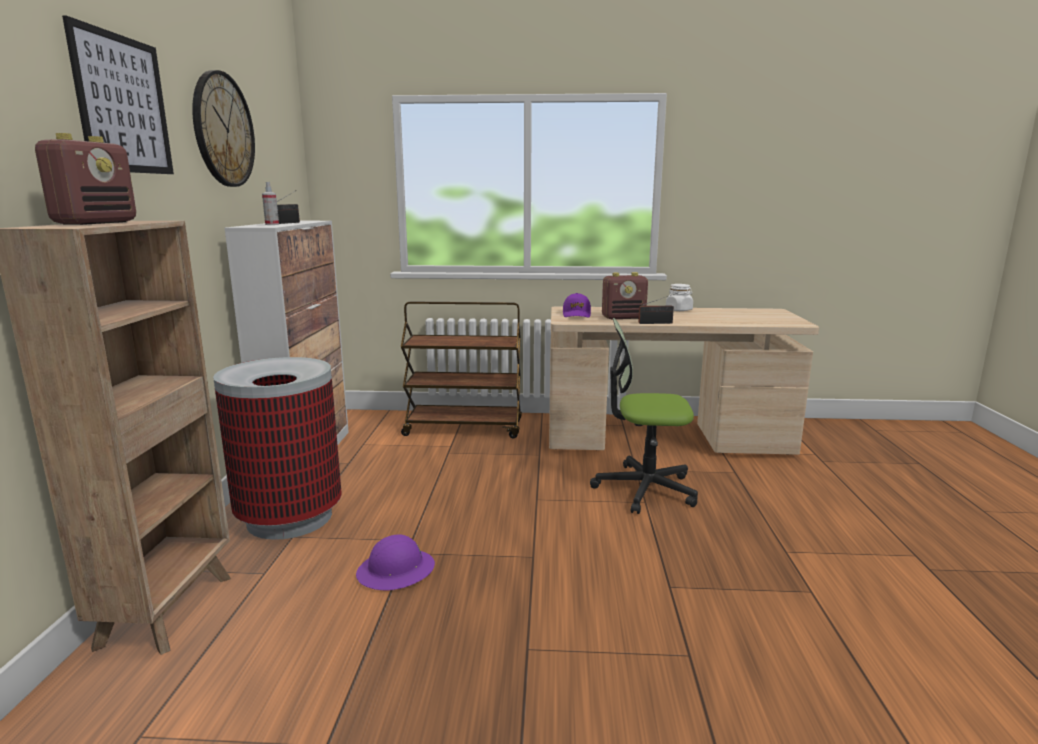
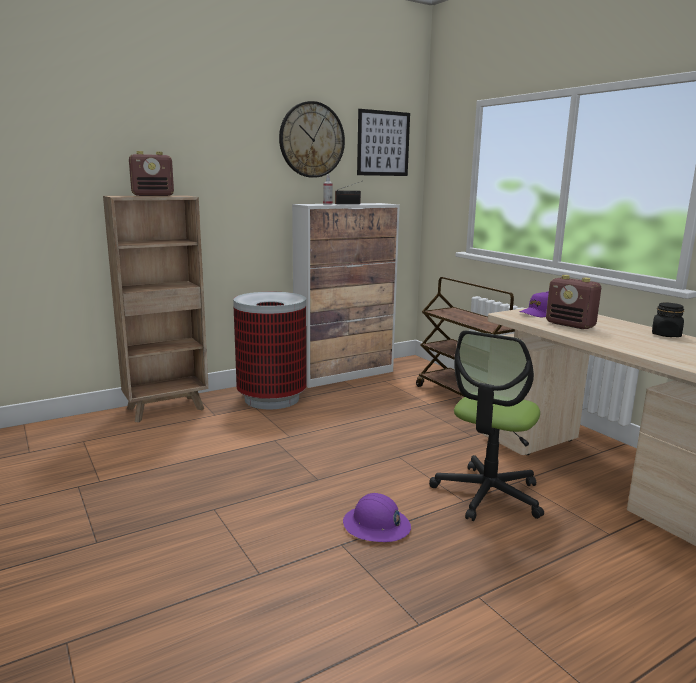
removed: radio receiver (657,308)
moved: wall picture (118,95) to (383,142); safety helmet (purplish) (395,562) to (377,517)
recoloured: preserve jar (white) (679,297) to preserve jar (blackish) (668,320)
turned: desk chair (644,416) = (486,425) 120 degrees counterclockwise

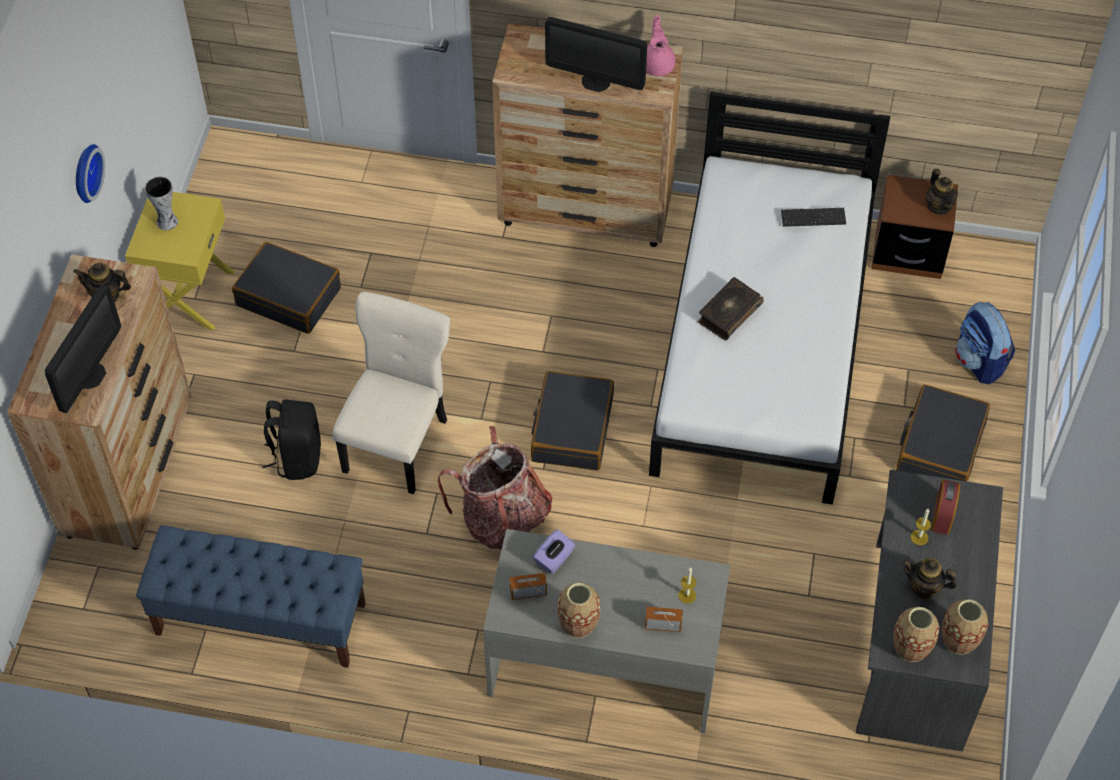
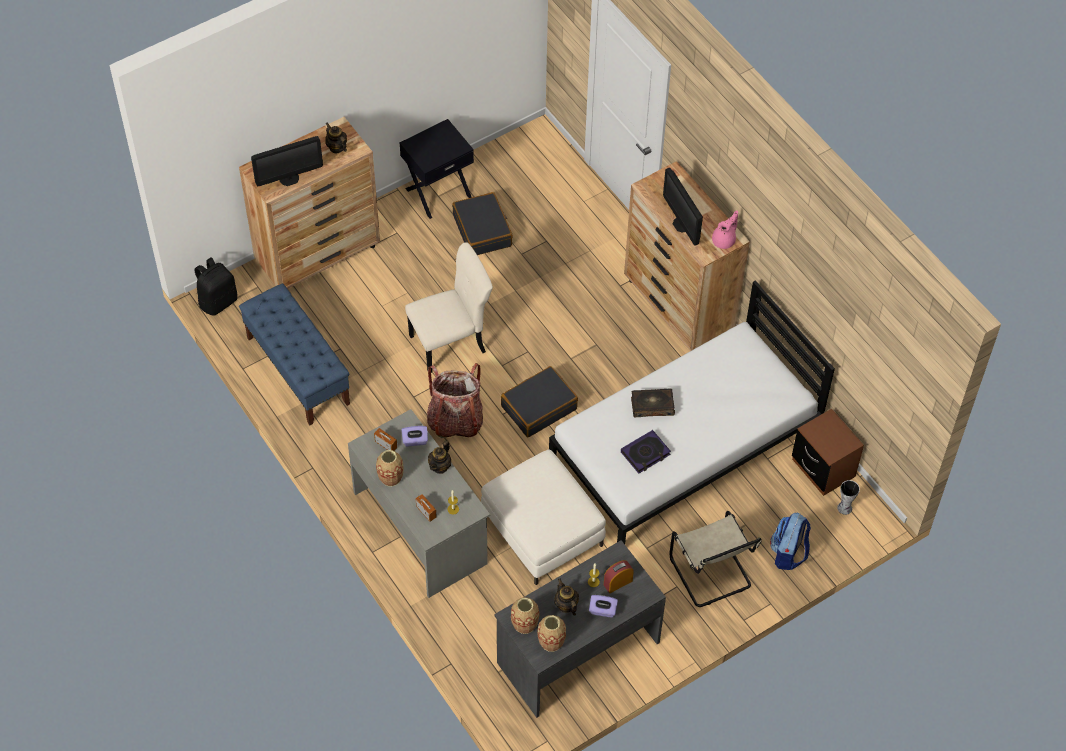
removed: wall clock (90,173); keyboard (813,217)
added: ottoman (white) (543,517); tissue box (purplish) (603,606); book (646,452)
moved: flower vase (161,203) to (848,497); backpack (blackish) (291,439) to (216,286); tea pot (941,192) to (440,457)
replaced: suitcase (blackish) (943,432) to upright chair (beige) (715,559)
recoloured: bedside table (yellowish) (180,261) to bedside table (blackish) (437,169)

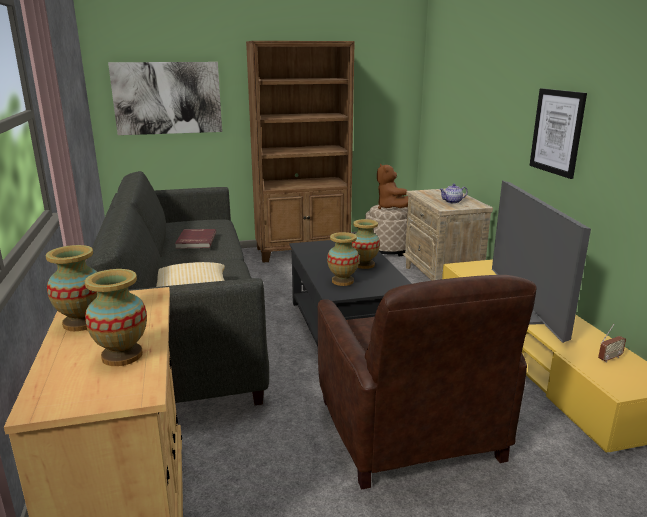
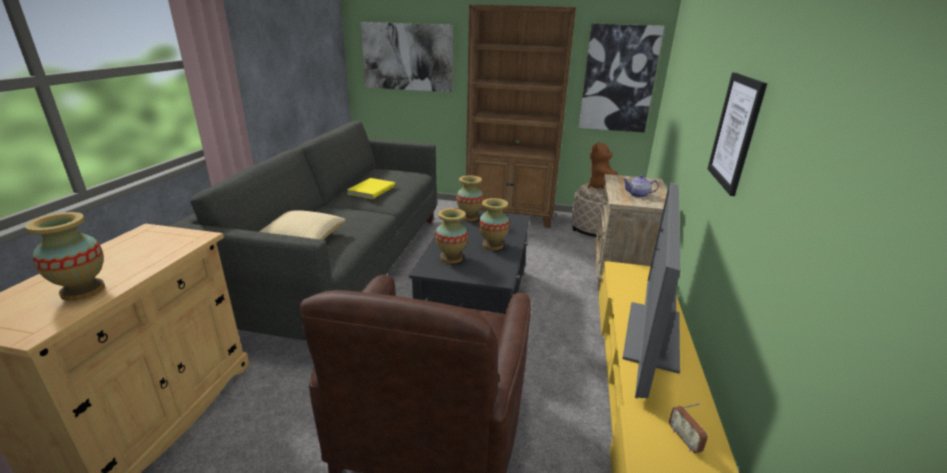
added: wall picture (621,78)
moved: flower vase (71,288) to (470,198)
recoloured: book (reddish) (195,239) to book (yellowish) (371,188)
turned: radio receiver (612,343) = (688,428) 75 degrees clockwise

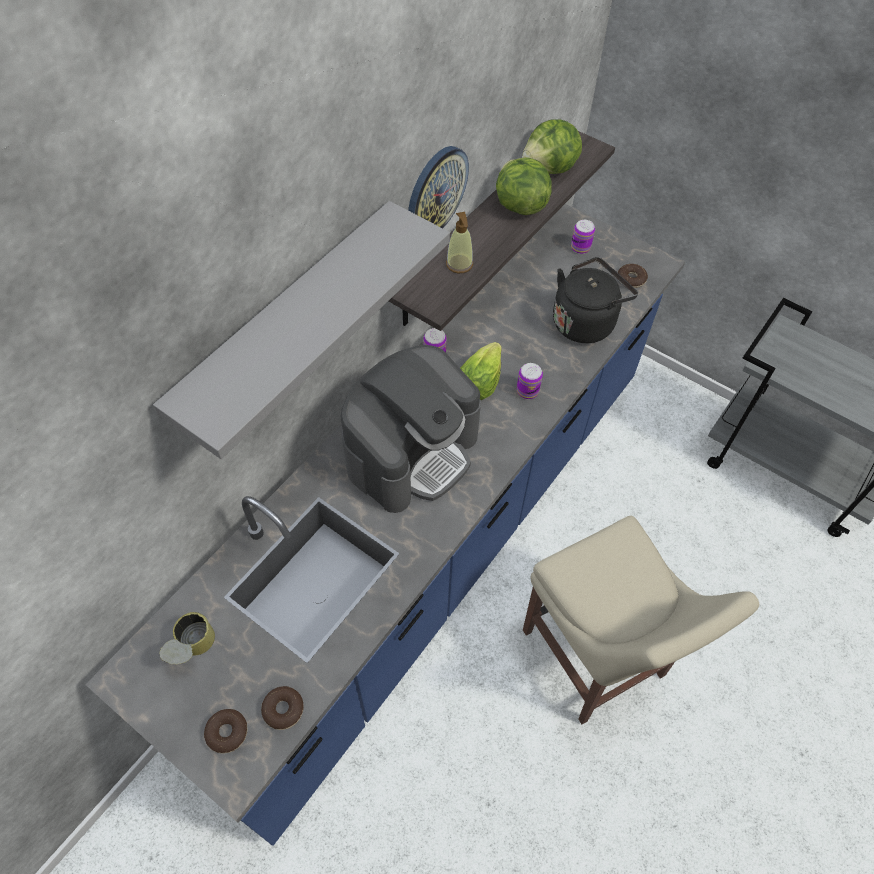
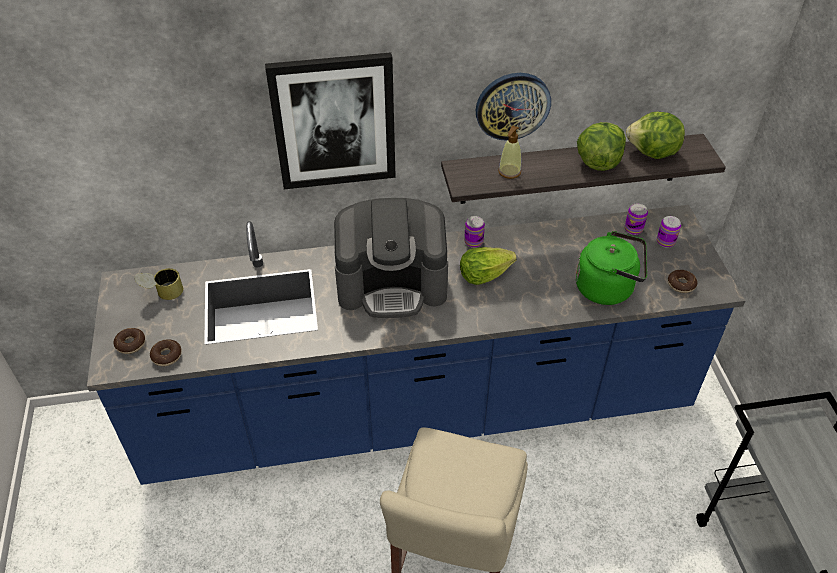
moved: can (530,381) to (636,219)
replaced: wall shelf (greyish) (301,330) to wall picture (330,121)
recoloured: kettle (blackish) (595,300) to kettle (green-coloured) (611,268)

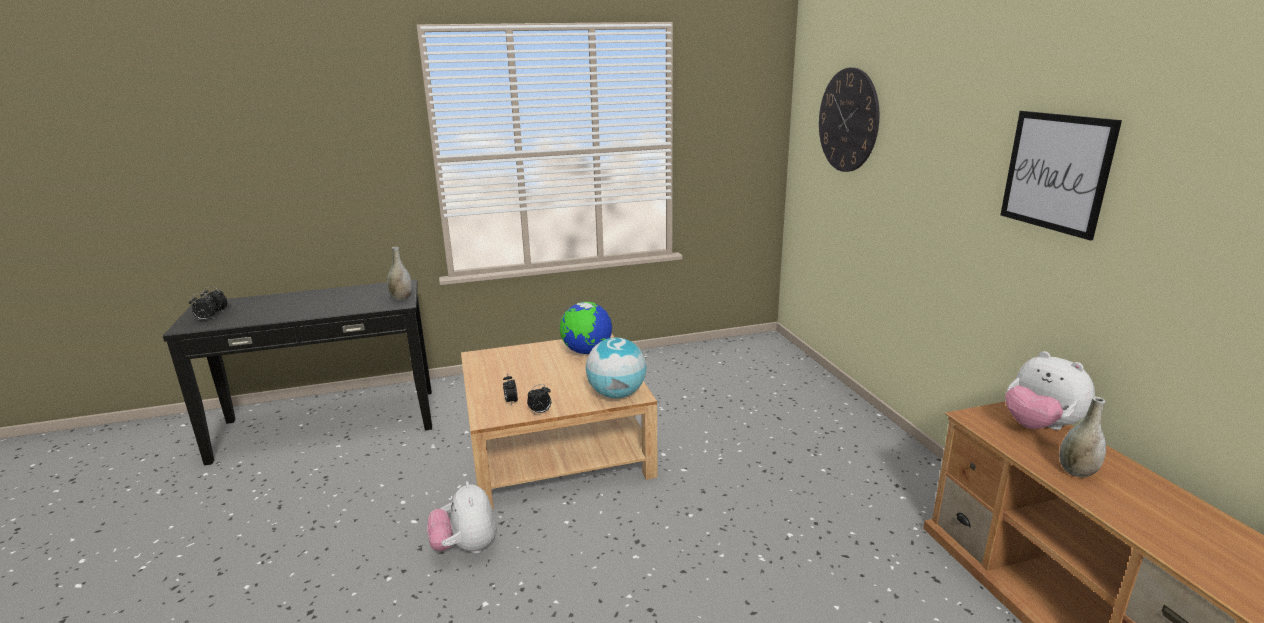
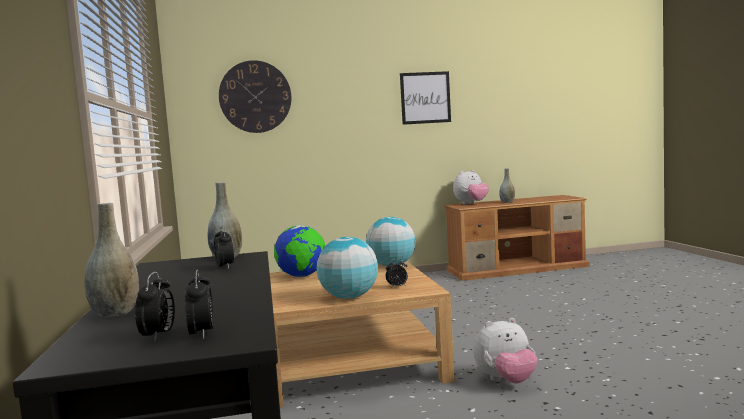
added: flower vase (greyish) (112,260); world globe (347,268)
moved: table clock (539,399) to (224,247)

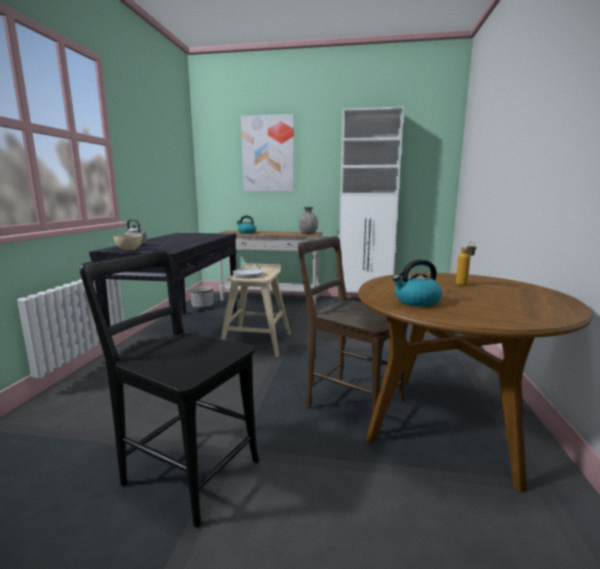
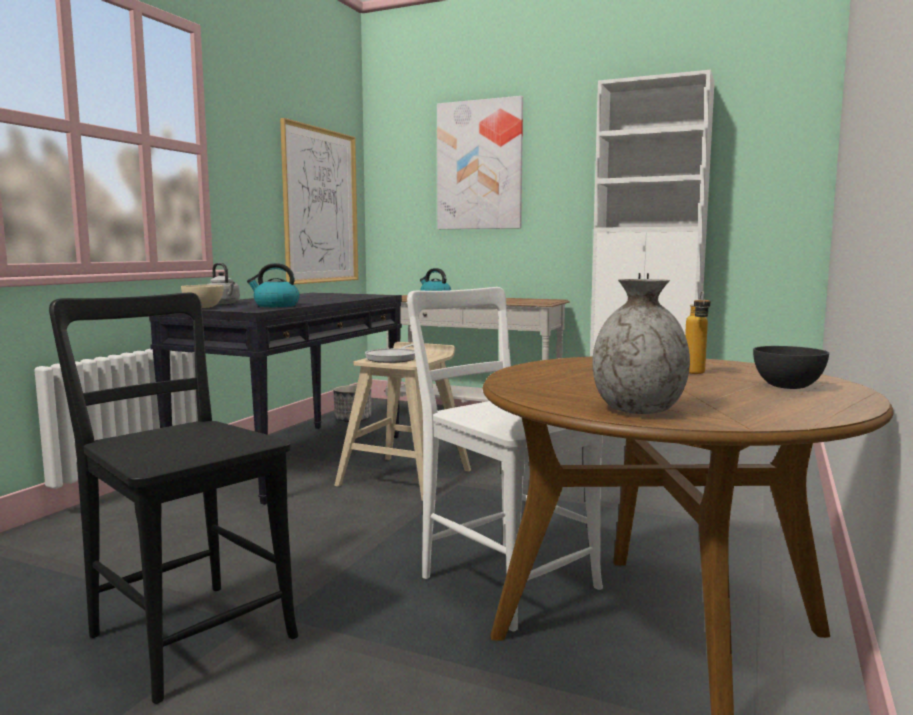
added: wall picture (319,201); serving bowl (greyish) (791,367)
moved: flower vase (greyish) (308,220) to (641,346); kettle (417,283) to (273,285)
recoloured: upright chair (brown) (352,325) to upright chair (white) (505,459)

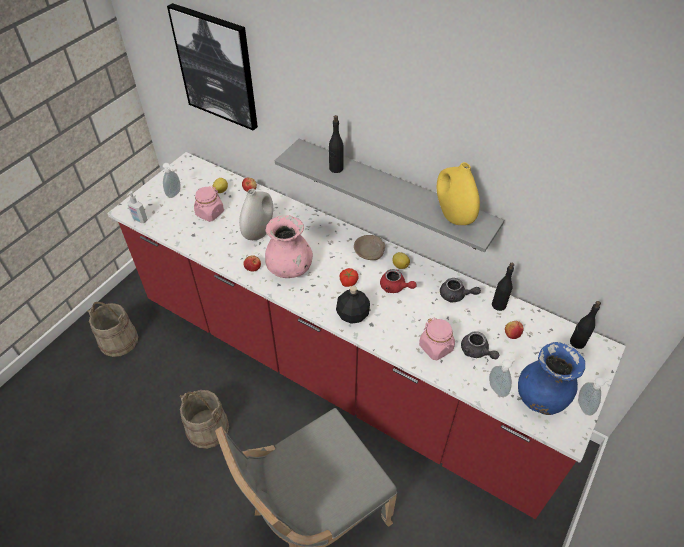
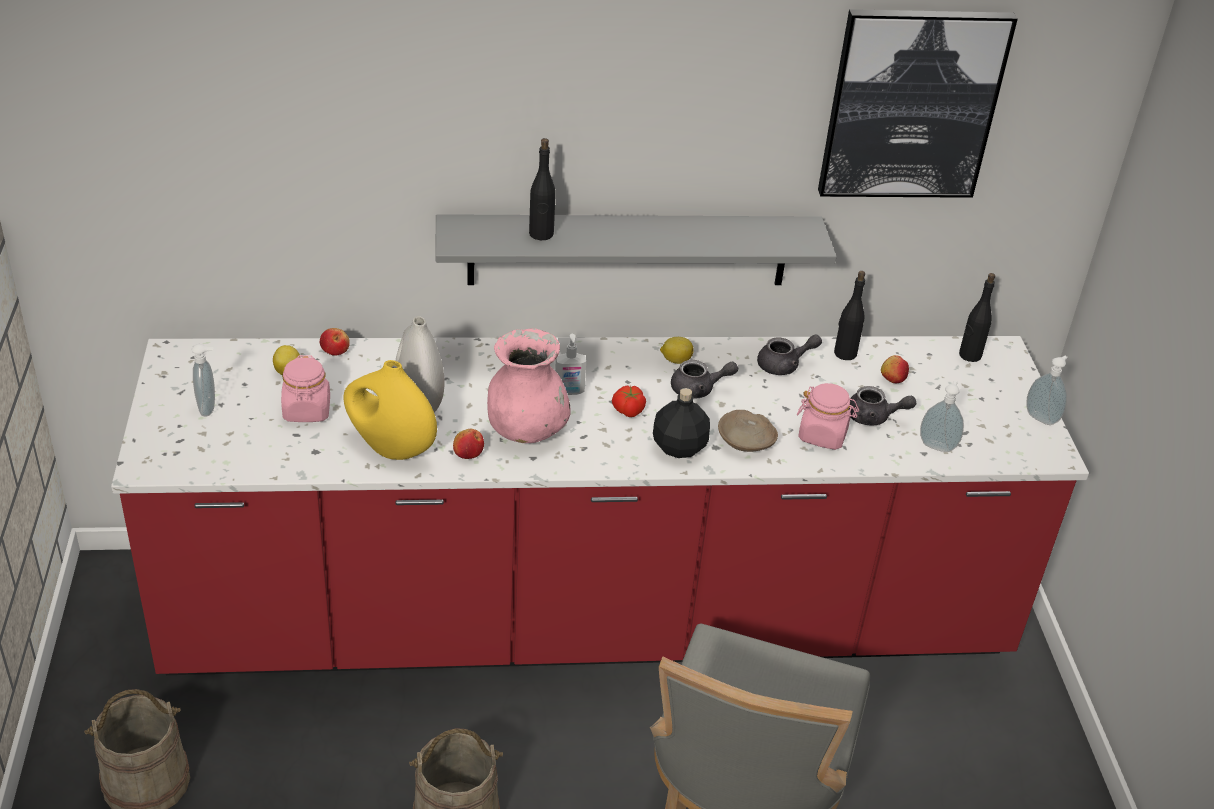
removed: flower vase (bluish) (551,378)
moved: liquid soap bottle (137,207) to (570,364); wall picture (212,67) to (918,103); serving bowl (beige) (369,247) to (748,431); flower vase (yellowish) (458,193) to (390,410)
recoloured: tea pot (reddish) (398,281) to tea pot (greyish) (704,379)

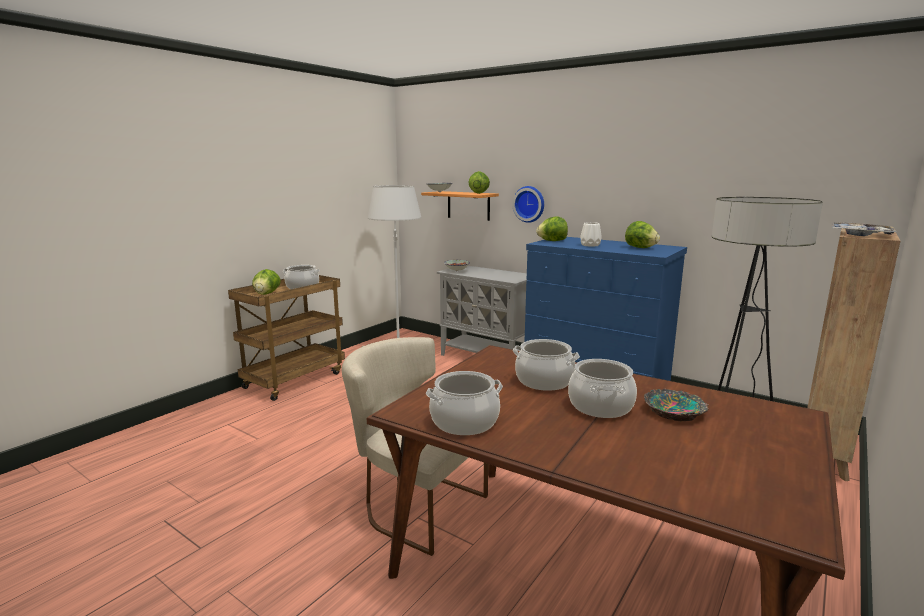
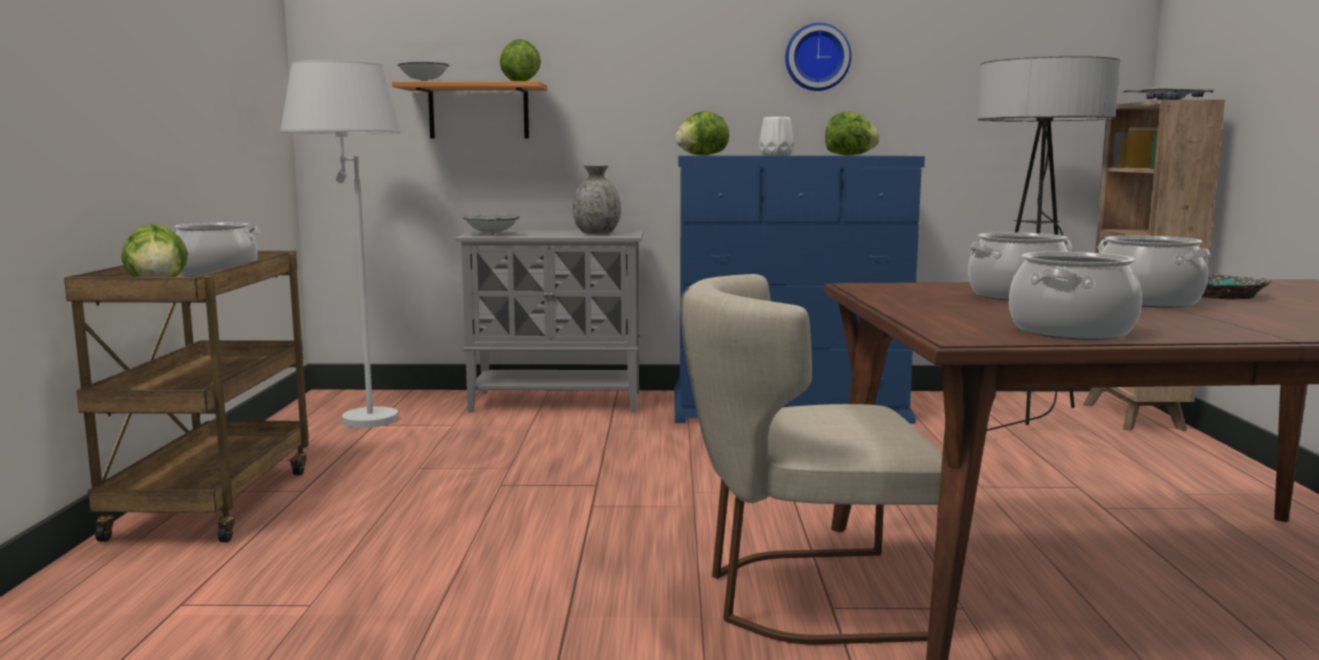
added: flower vase (greyish) (596,200)
moved: wall clock (528,204) to (818,57)

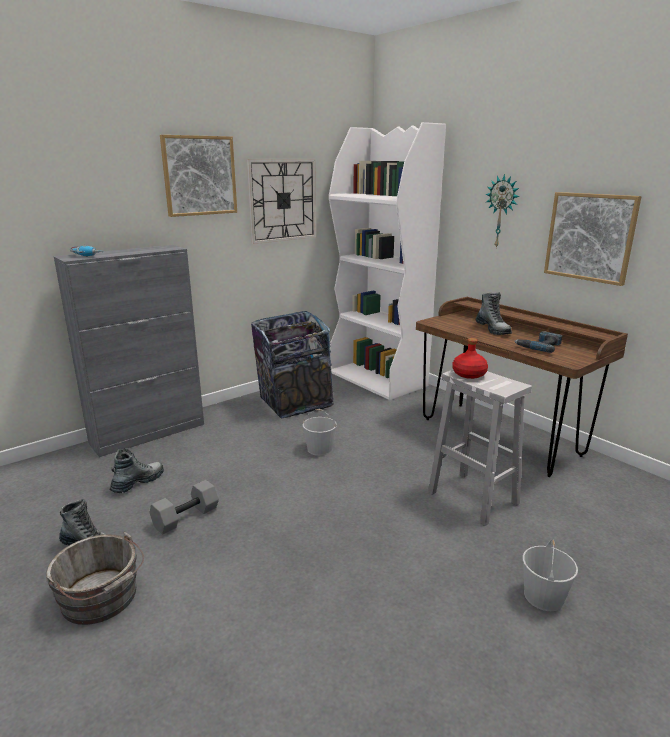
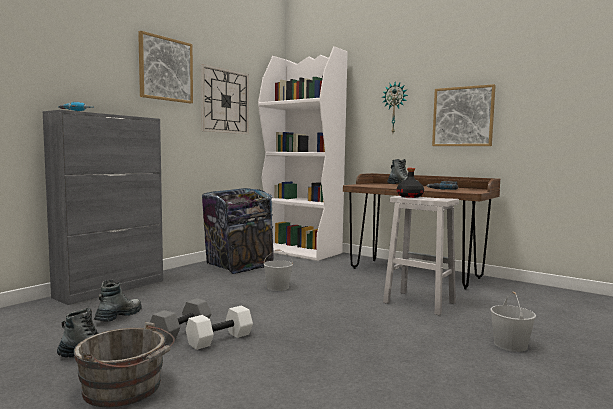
added: dumbbell (white) (219,328)
recoloured: bottle (reddish) (470,358) to bottle (blackish) (410,183)

